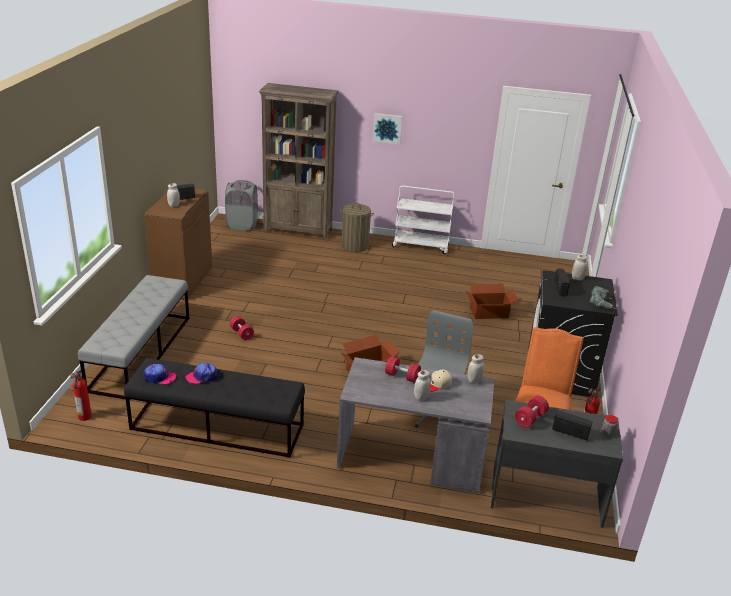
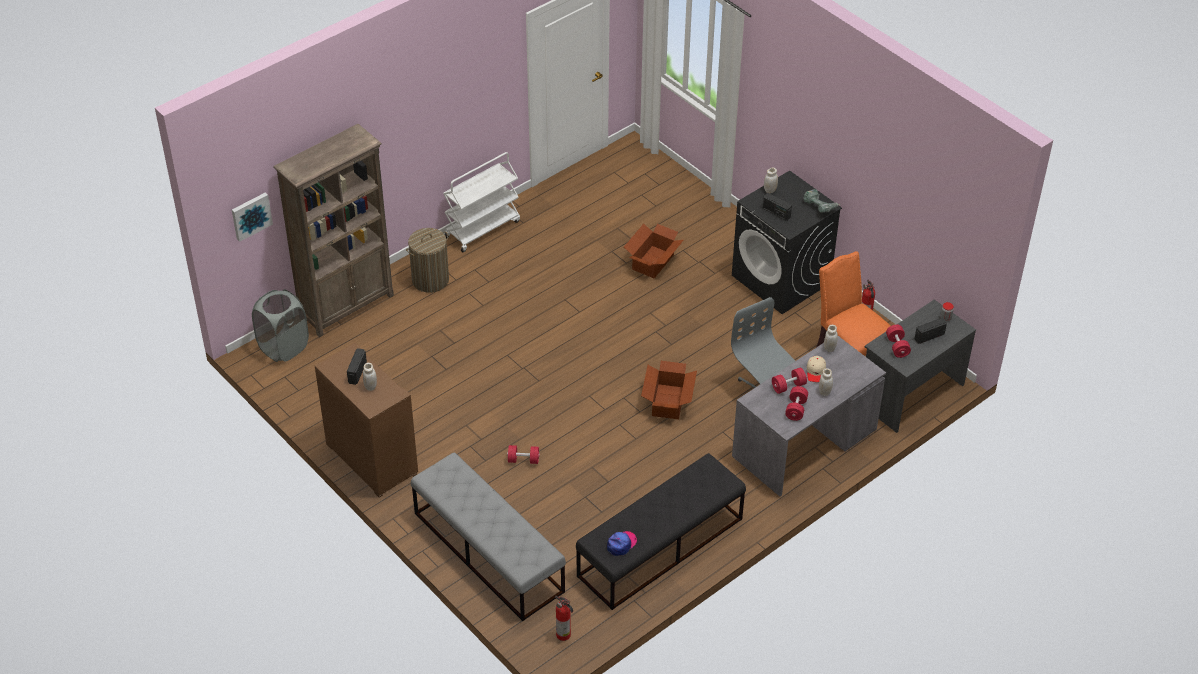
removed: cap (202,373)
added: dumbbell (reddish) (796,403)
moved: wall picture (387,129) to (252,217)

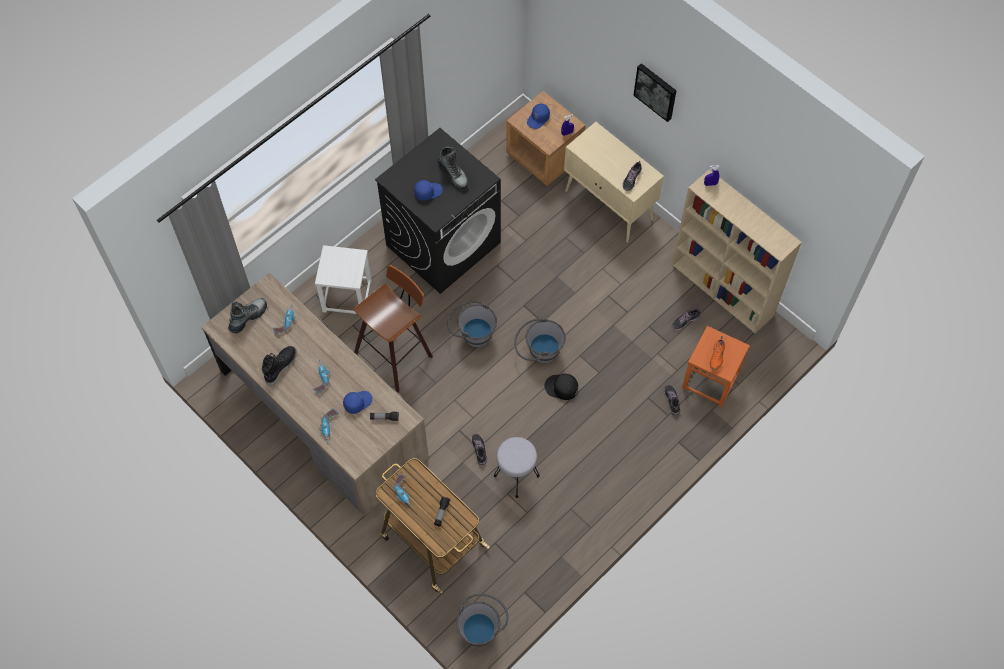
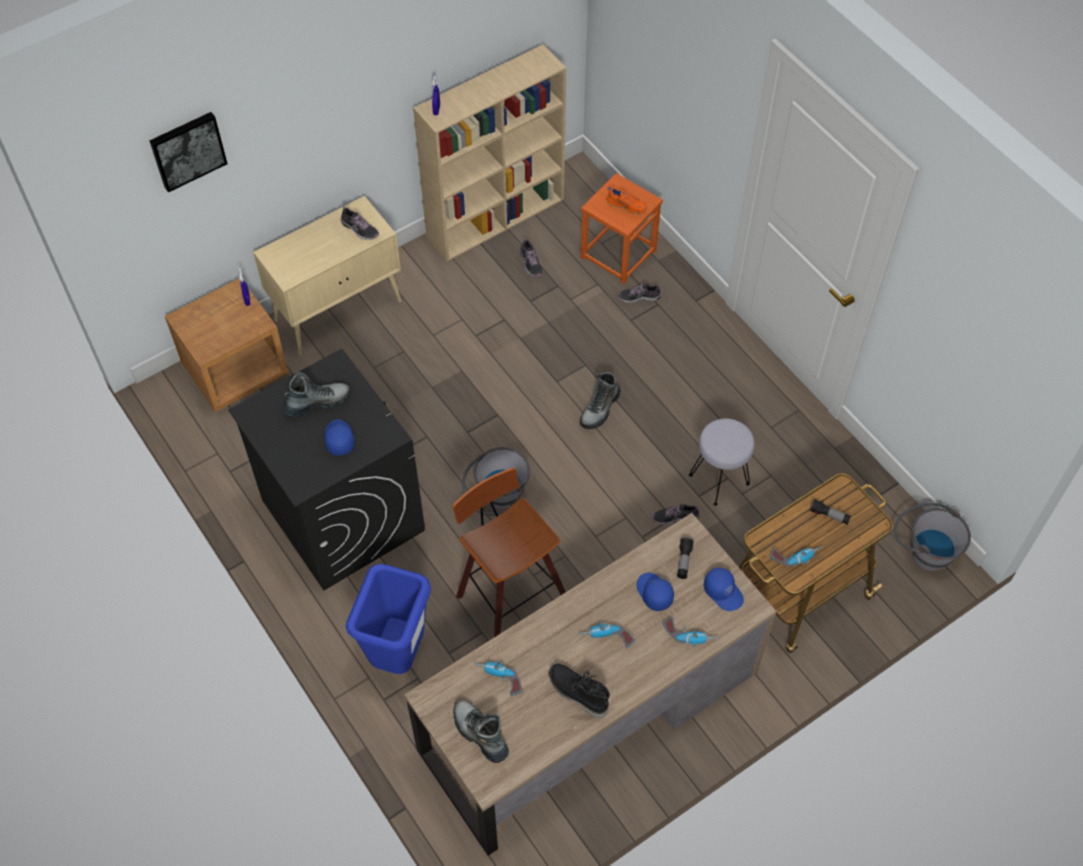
removed: water bucket (greyish) (540,340)
moved: cap (bluish) (538,116) to (724,589); wall picture (655,92) to (188,152)
replaced: stool seat (white) (343,279) to rubbish bin (bluish) (388,619); cap (blackish) (561,387) to high-top boot (600,400)

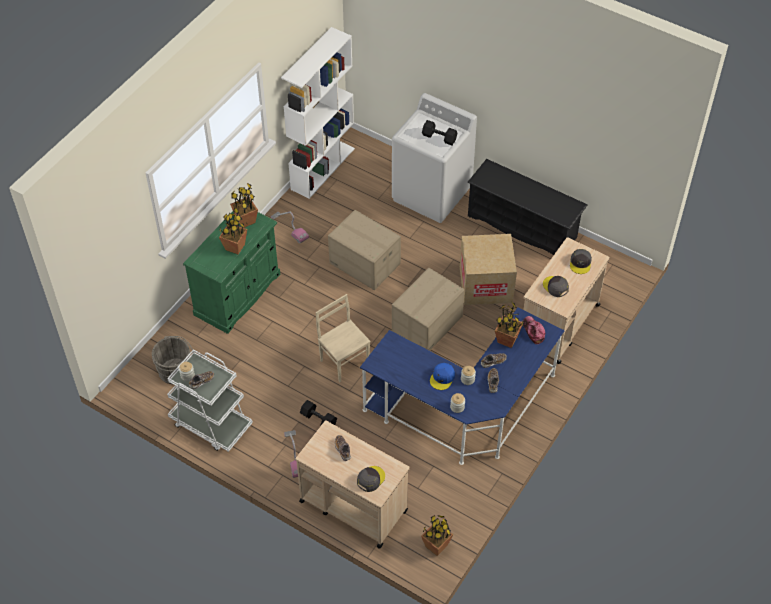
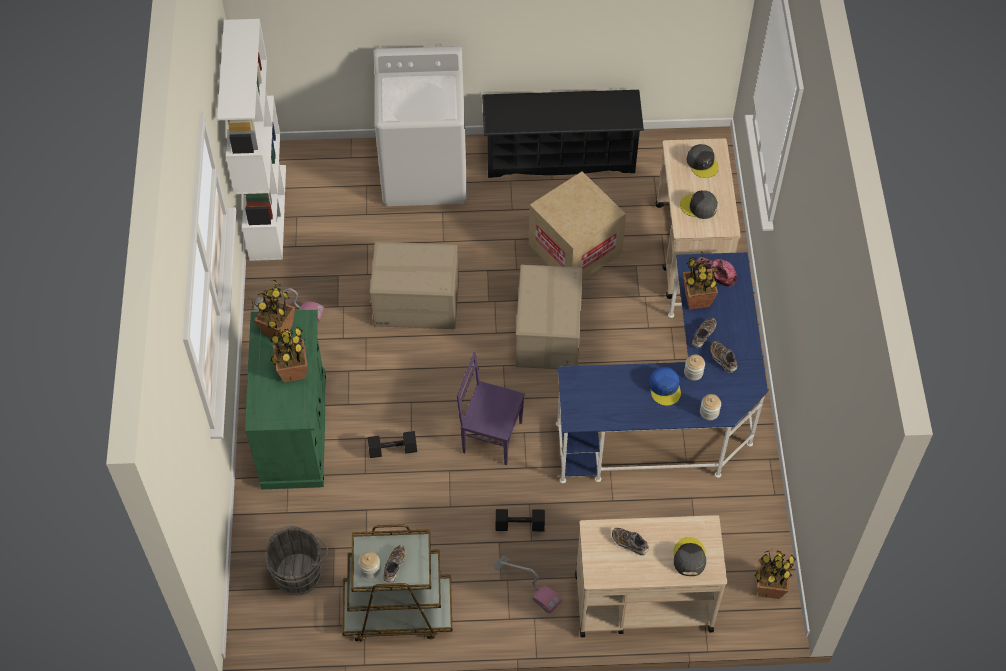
moved: dumbbell (blackish) (440,133) to (392,444)
recoloured: cart (white) (210,400) to cart (brown) (397,583); upright chair (beige) (343,338) to upright chair (purplish) (491,408)

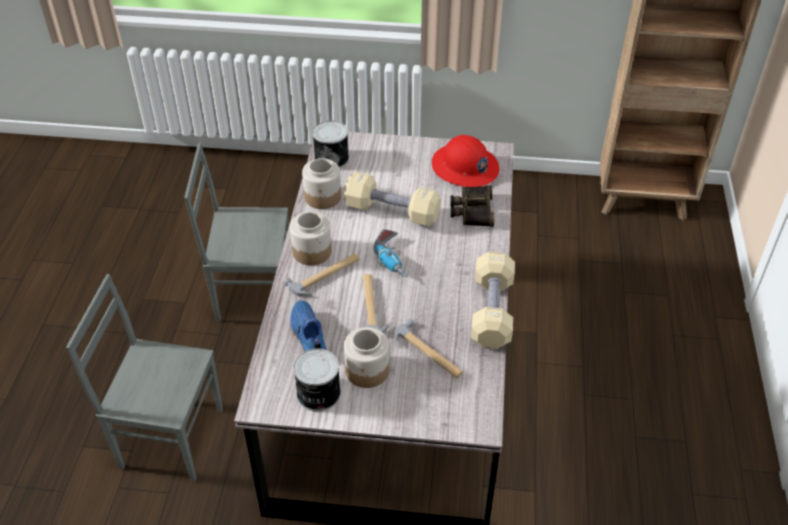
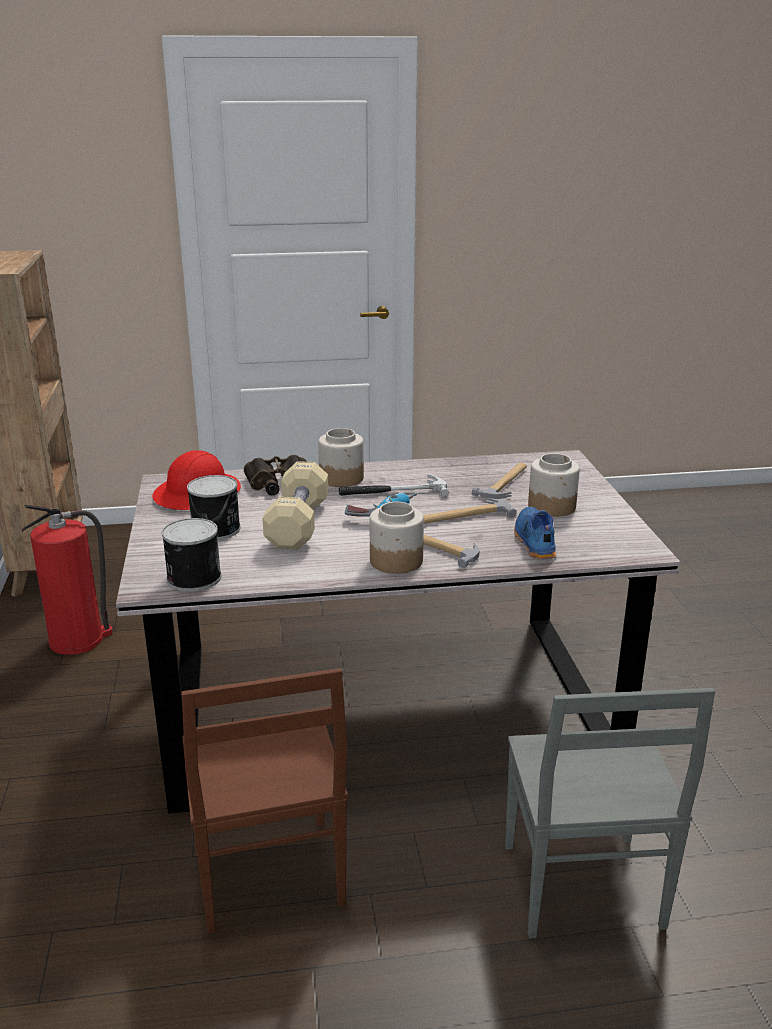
removed: dumbbell (beige) (493,300)
added: fire extinguisher (67,580); hand hammer (393,485)
moved: can (317,380) to (214,507); preserve jar (321,183) to (341,457)
recoloured: upright chair (greyish) (236,232) to upright chair (brown) (264,801)
turned: shoe (bluish) (308,326) = (535,532) 120 degrees clockwise

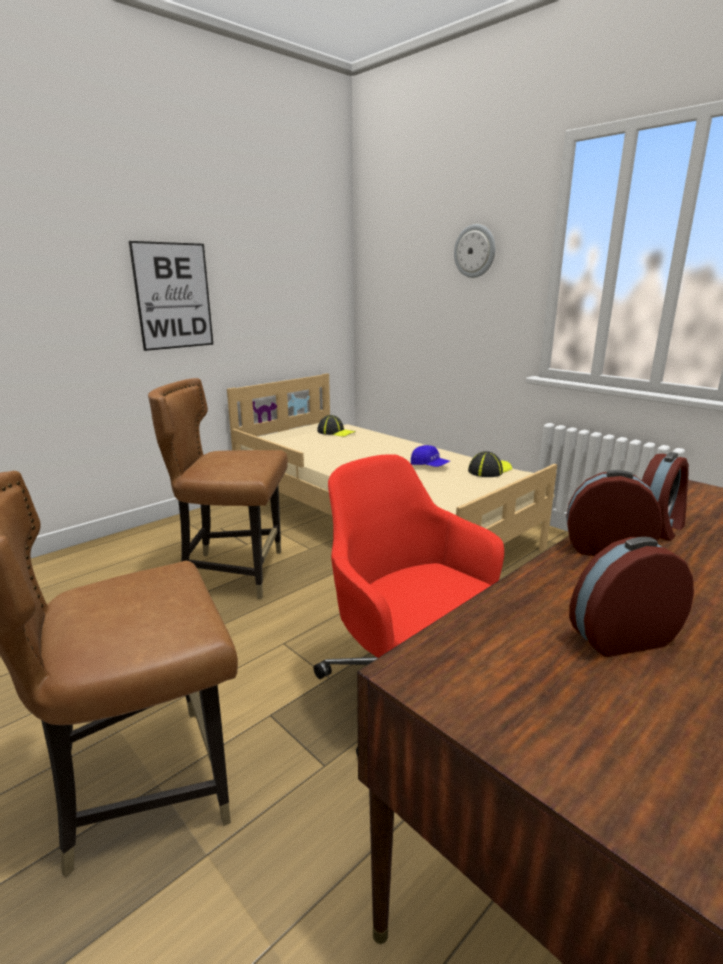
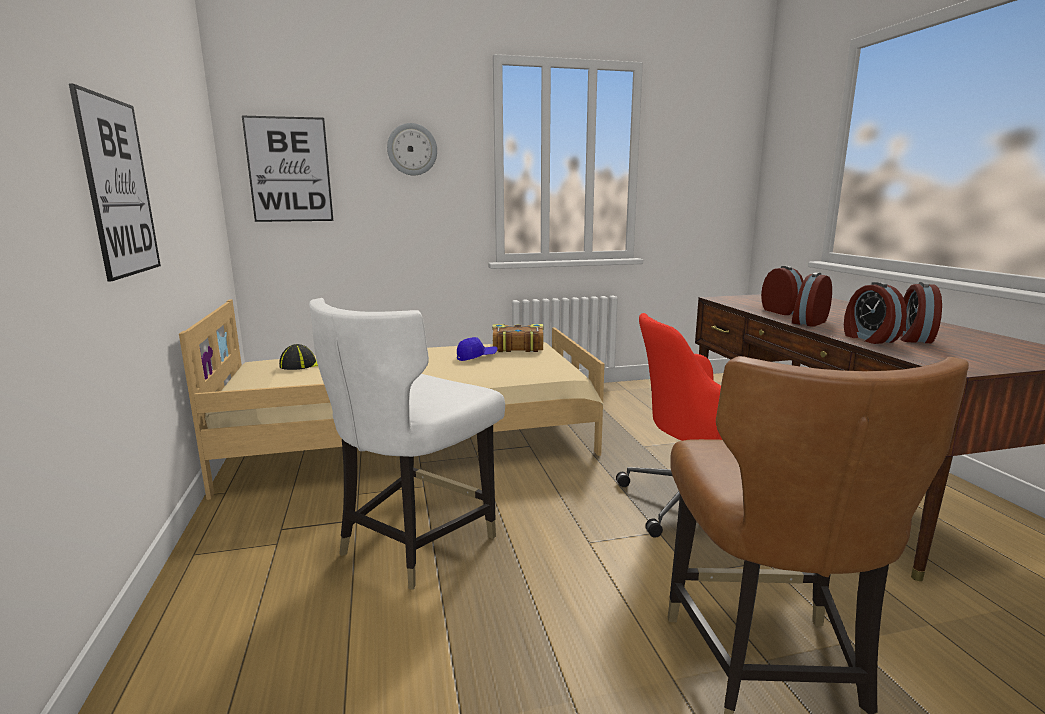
added: wall picture (287,169); table clock (875,313)
replaced: cap (490,464) to book (517,338)
recoloured: upright chair (brown) (218,488) to upright chair (white) (407,444)

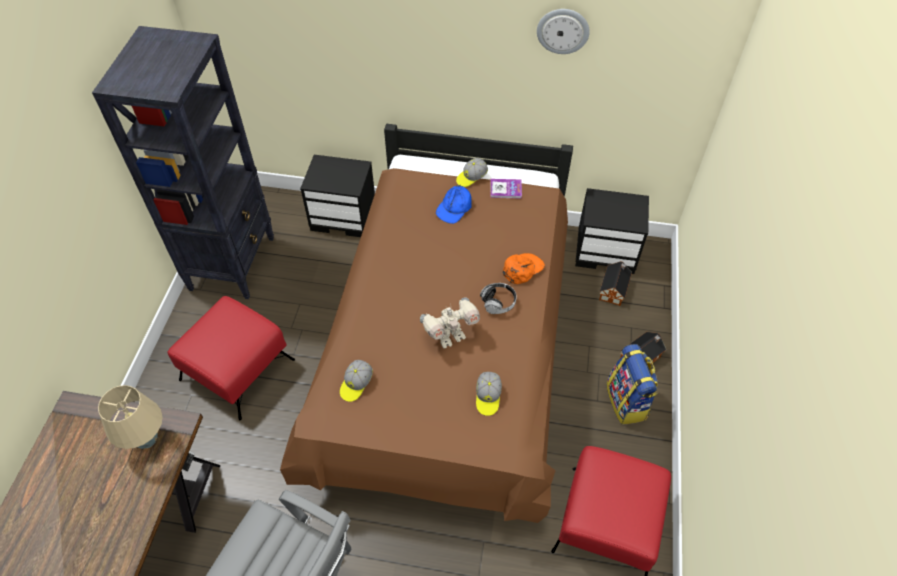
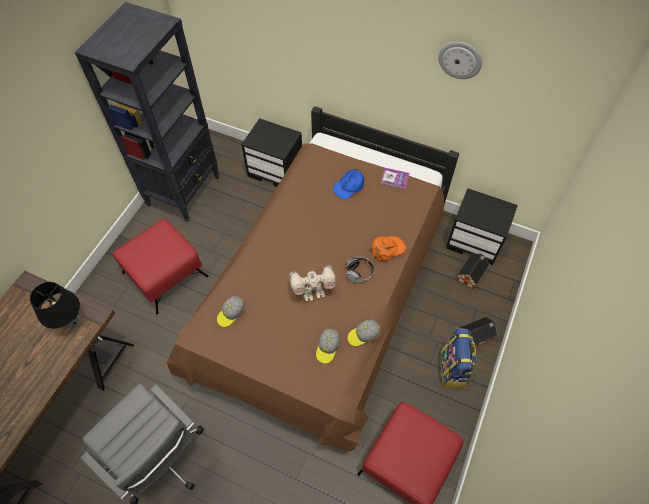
moved: cap (472,172) to (364,333)
recoloured: tabletop lamp (beige) (130,417) to tabletop lamp (blackish) (55,305)

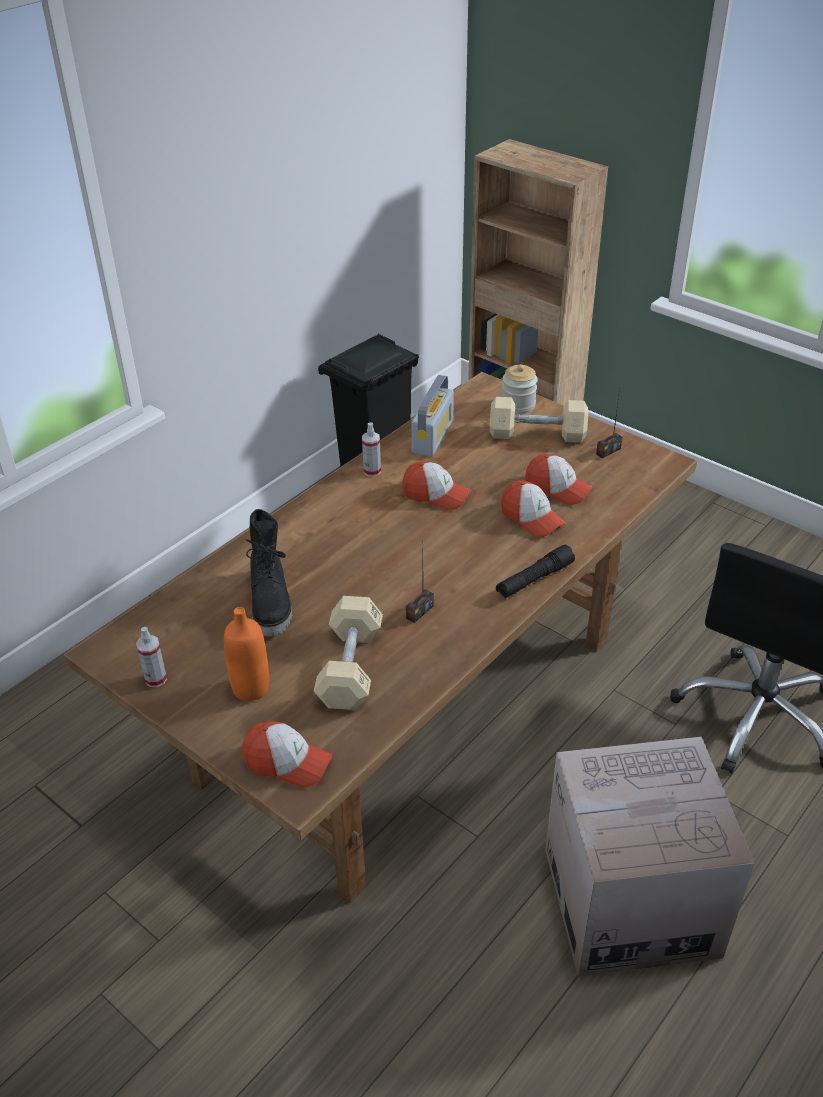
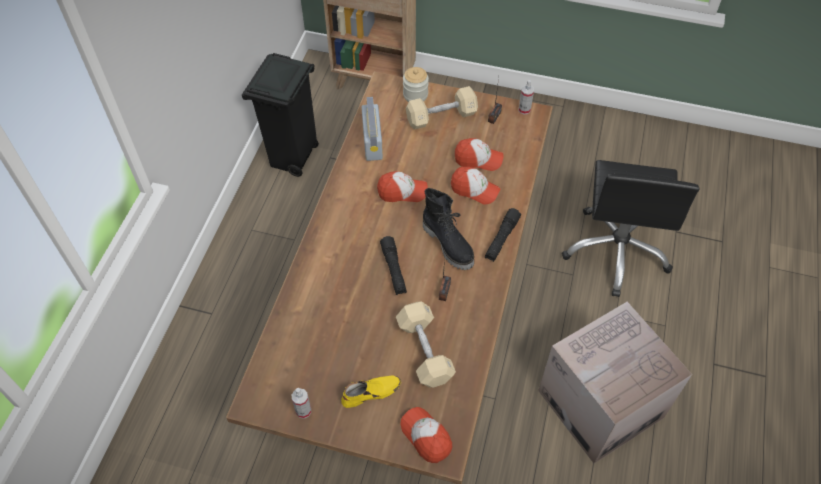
added: torch (blackish) (393,265)
moved: high-top boot (blackish) (268,572) to (448,229); sprayer (371,450) to (526,97)
replaced: bottle (orangey) (246,654) to shoe (yellowish) (371,391)
turned: cap (287,754) = (426,435) 120 degrees counterclockwise

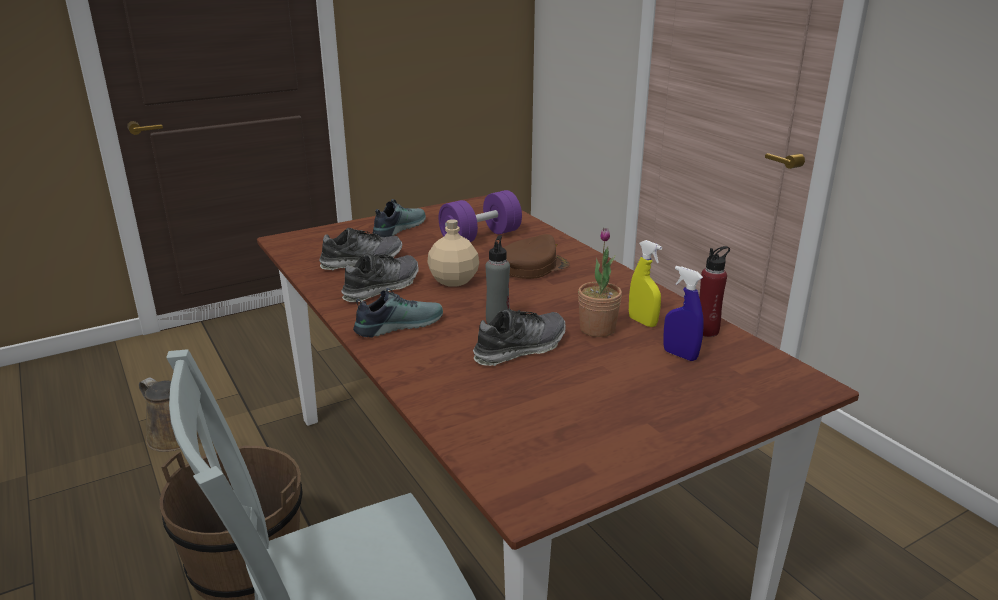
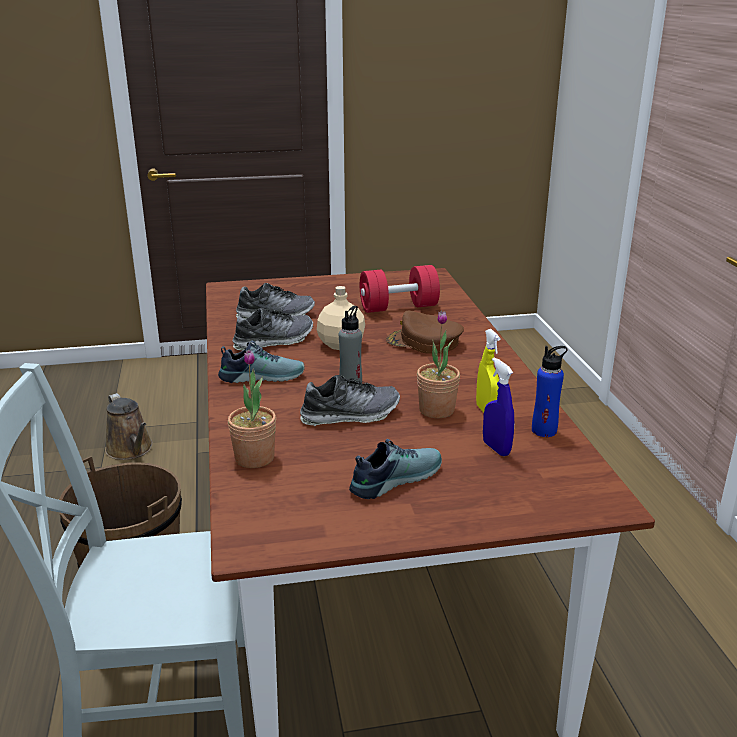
added: potted plant (252,409)
moved: shoe (399,218) to (395,469)
recoloured: dumbbell (purplish) (480,216) to dumbbell (reddish) (400,289); bottle (reddish) (714,291) to bottle (bluish) (550,391)
turned: cap (brown) (536,256) = (425,332) 150 degrees counterclockwise

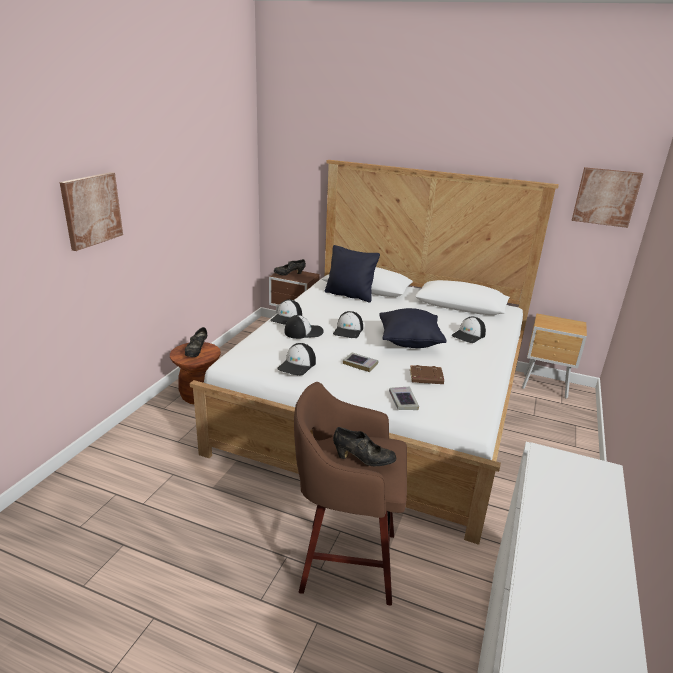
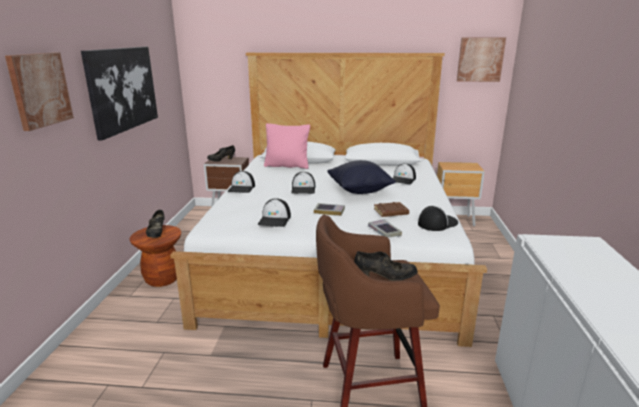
added: wall picture (119,94)
moved: cap (304,327) to (438,218)
recoloured: cushion (blackish) (352,274) to cushion (pink) (287,146)

